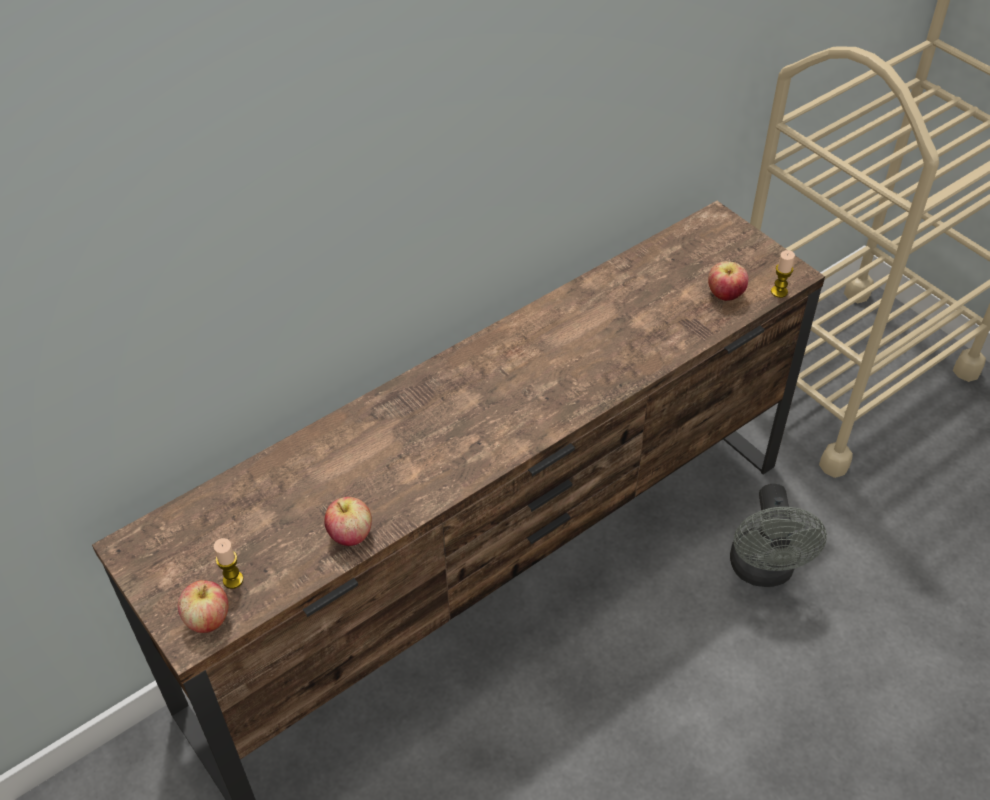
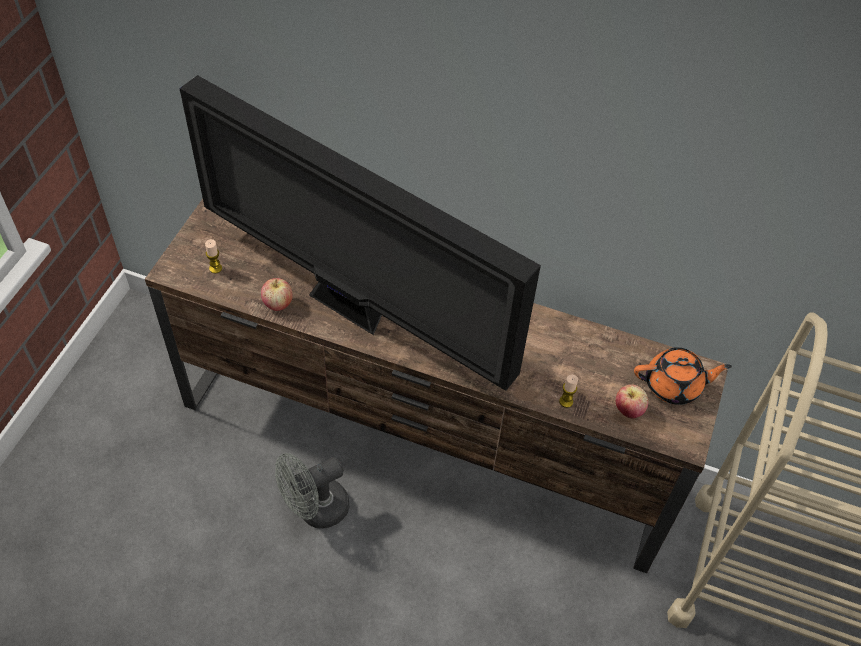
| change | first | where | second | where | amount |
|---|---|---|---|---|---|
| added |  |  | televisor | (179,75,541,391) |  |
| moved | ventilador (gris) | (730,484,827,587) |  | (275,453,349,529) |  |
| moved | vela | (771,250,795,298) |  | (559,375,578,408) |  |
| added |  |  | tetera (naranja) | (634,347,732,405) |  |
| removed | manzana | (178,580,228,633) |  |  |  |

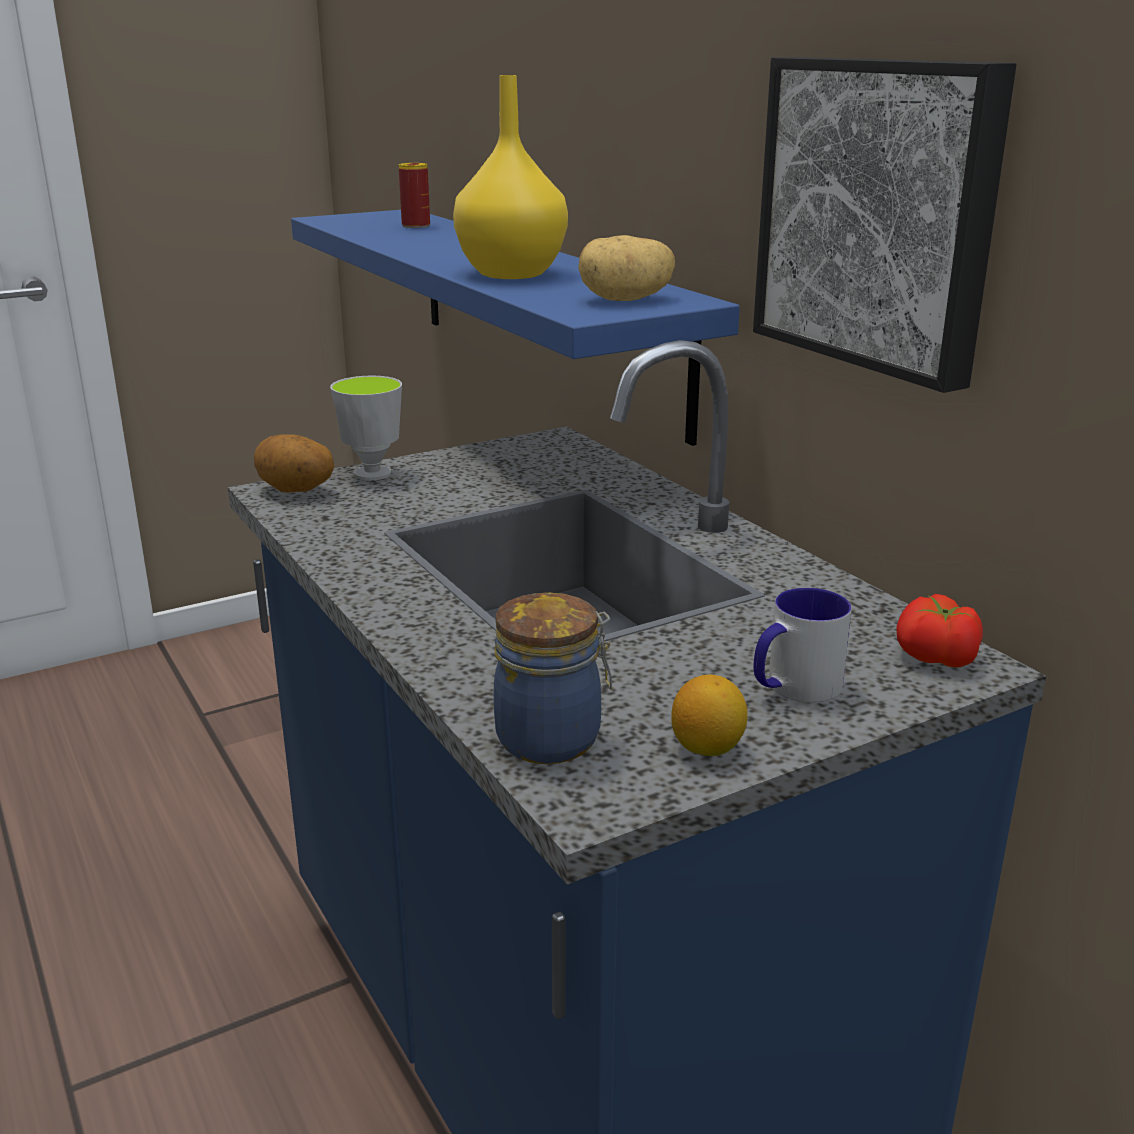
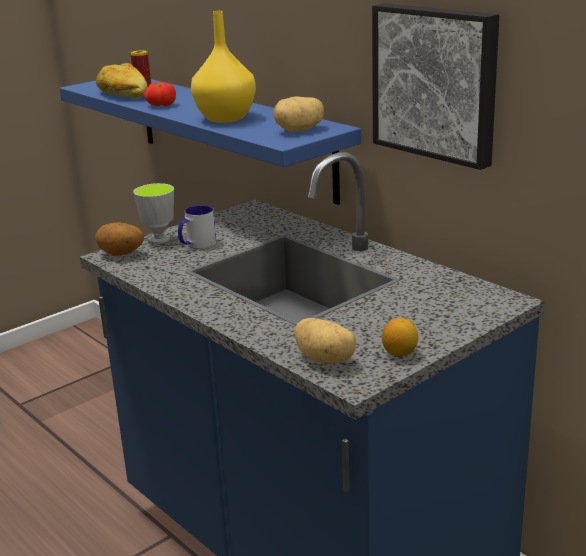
| change | first | where | second | where | amount |
|---|---|---|---|---|---|
| added |  |  | pan | (96,63,148,99) |  |
| moved | tomate | (896,594,983,667) |  | (144,82,176,106) |  |
| moved | taza grande | (754,588,852,703) |  | (178,205,217,249) |  |
| replaced | tarro | (494,593,612,764) | patata | (295,318,356,364) |  |

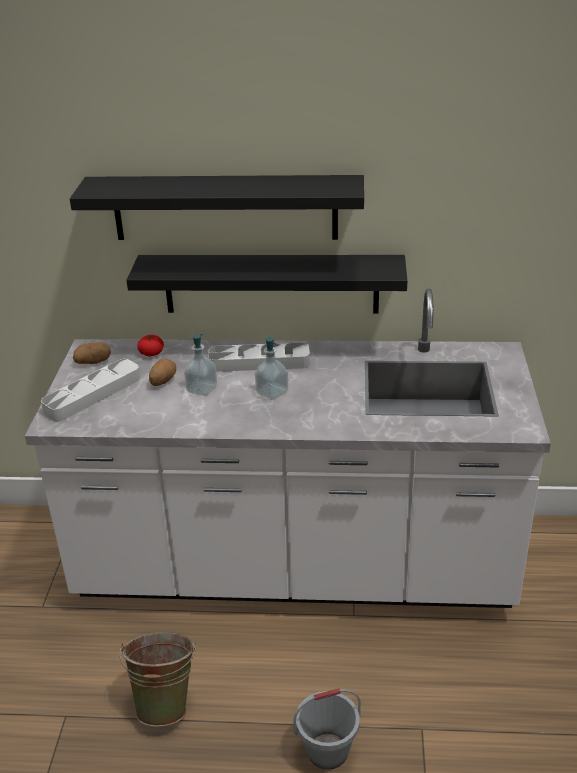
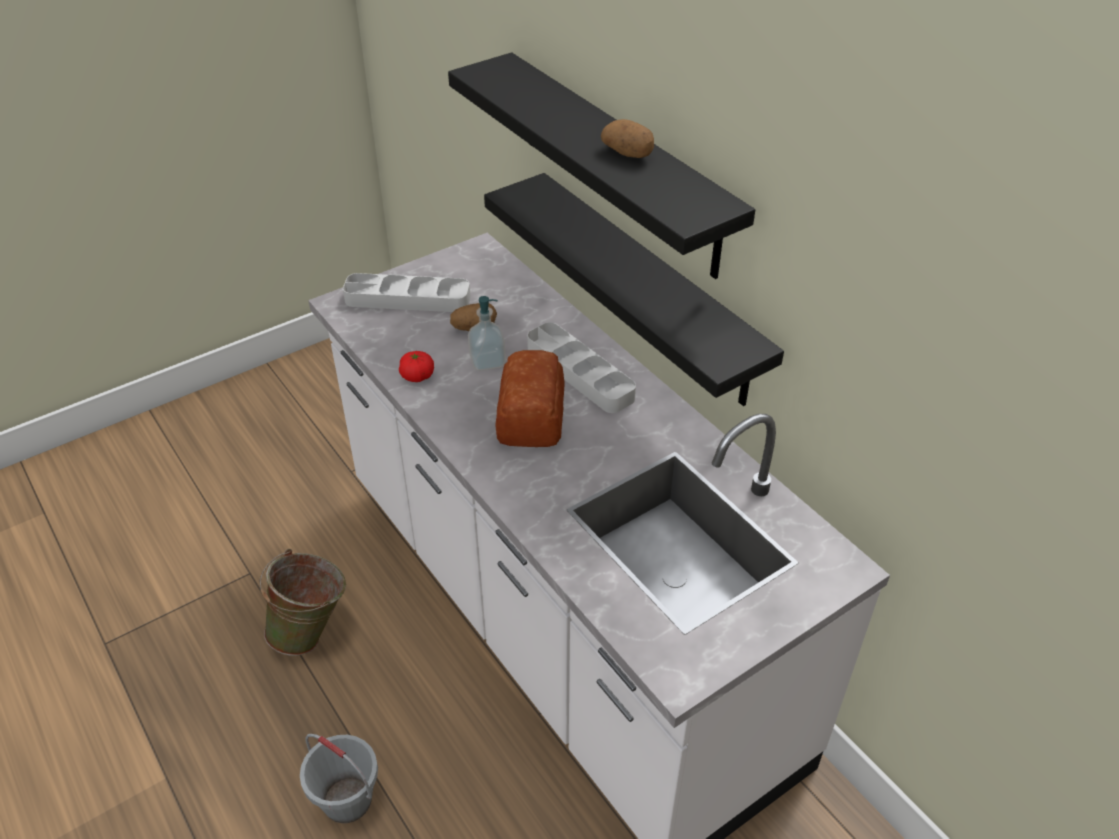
| change | first | where | second | where | amount |
|---|---|---|---|---|---|
| moved | tomate | (137,335,164,357) |  | (399,351,434,382) |  |
| replaced | dispensador de jabón | (255,337,288,400) | pan | (495,350,564,447) |  |
| moved | patata | (73,342,111,364) |  | (601,119,654,158) |  |

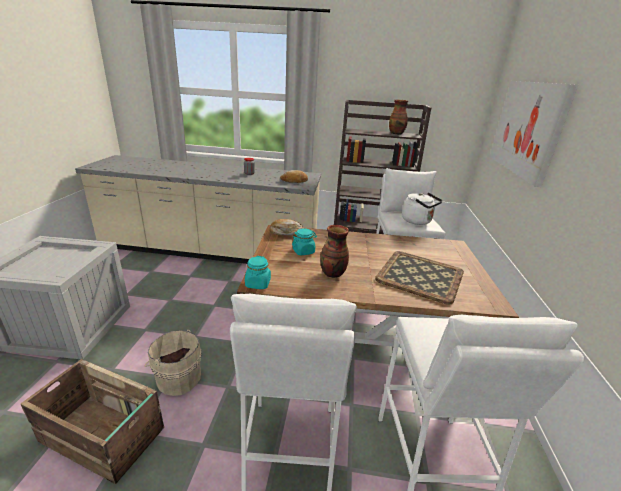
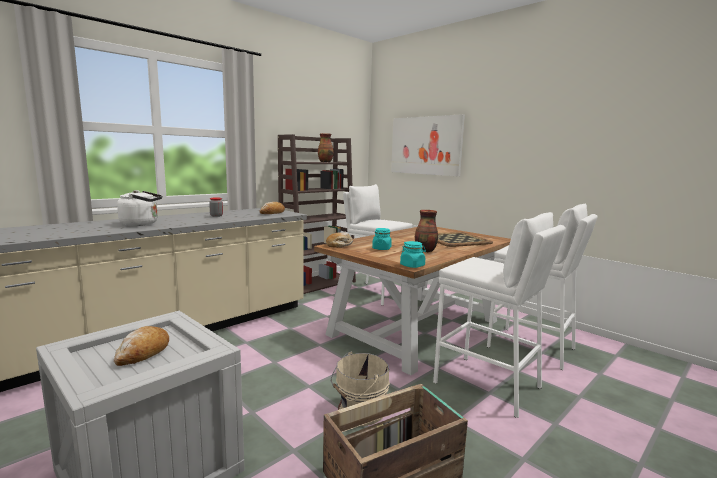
| change | first | where | second | where | amount |
|---|---|---|---|---|---|
| added |  |  | pan | (114,326,169,366) |  |
| moved | hervidor (blanco) | (402,193,443,225) |  | (117,190,162,226) |  |

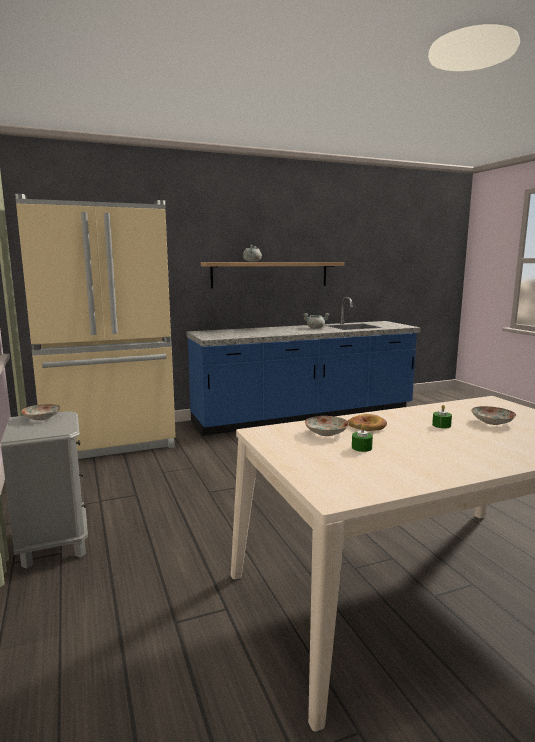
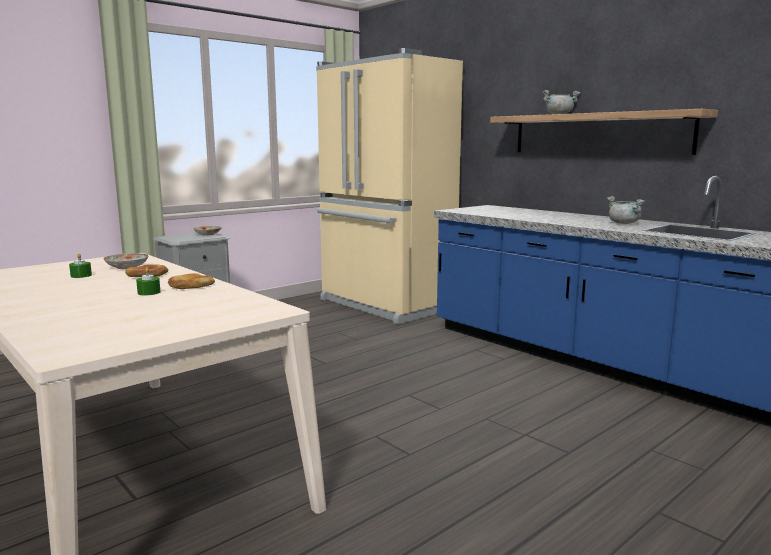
| change | first | where | second | where | amount |
|---|---|---|---|---|---|
| added |  |  | pan | (168,273,215,289) |  |
| removed | plato | (471,406,516,425) |  |  |  |

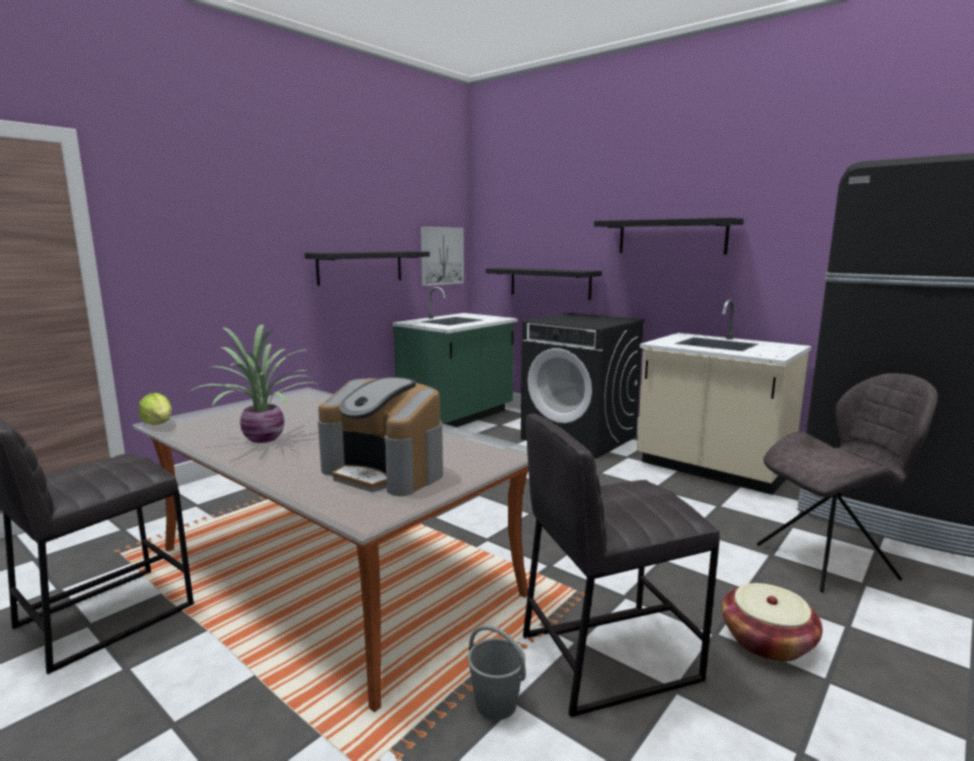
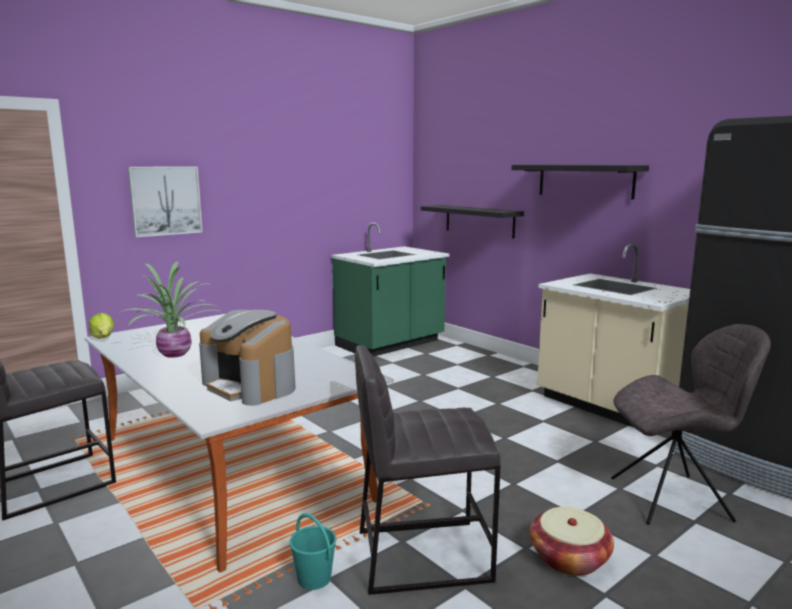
| change | first | where | second | where | amount |
|---|---|---|---|---|---|
| moved | cuadro | (421,227,464,286) |  | (128,166,203,237) |  |
| recoloured | cubo (gris) | (468,625,526,720) | cubo (turquesa) | (289,513,336,590) |  |
| removed | estante (negro) | (305,251,430,286) |  |  |  |
| removed | lavadora (negro) | (521,313,645,459) |  |  |  |

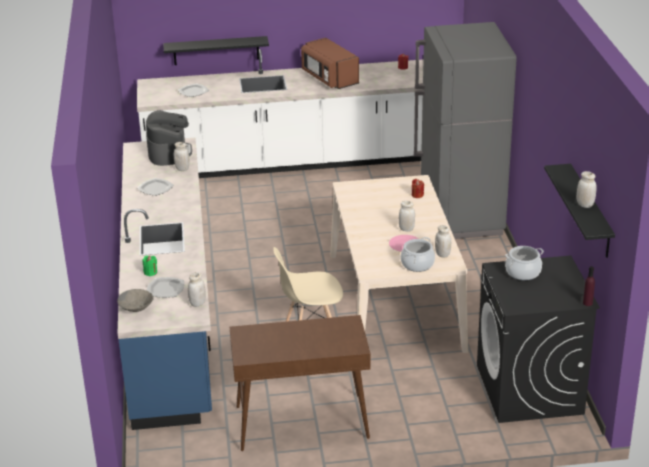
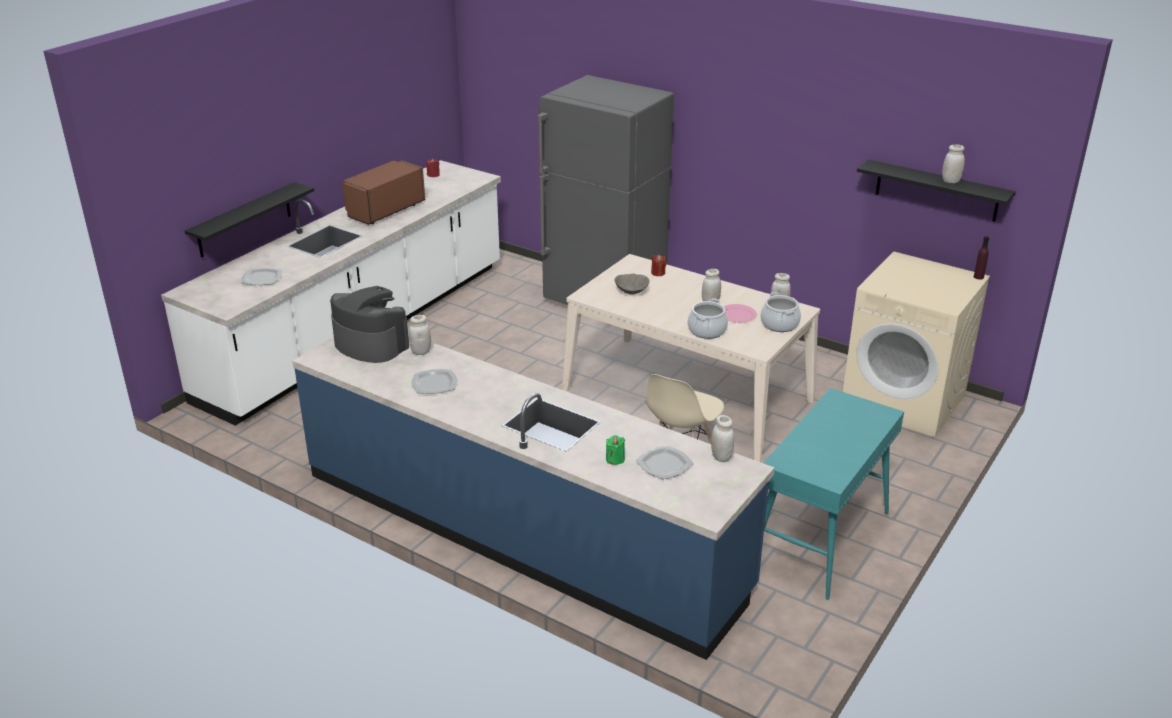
| change | first | where | second | where | amount |
|---|---|---|---|---|---|
| turned | microondas (marrón) | (301,38,359,89) |  | (342,161,425,225) | 120 degrees clockwise |
| moved | cuenco (gris) | (117,289,154,312) |  | (615,274,650,294) |  |
| moved | olla | (505,246,544,280) |  | (688,299,728,339) |  |
| recoloured | mesa consola (marrón) | (230,315,371,451) | mesa consola (turquesa) | (763,388,904,600) |  |
| recoloured | lavadora (negro) | (477,255,600,423) | lavadora (beis) | (843,252,990,437) |  |

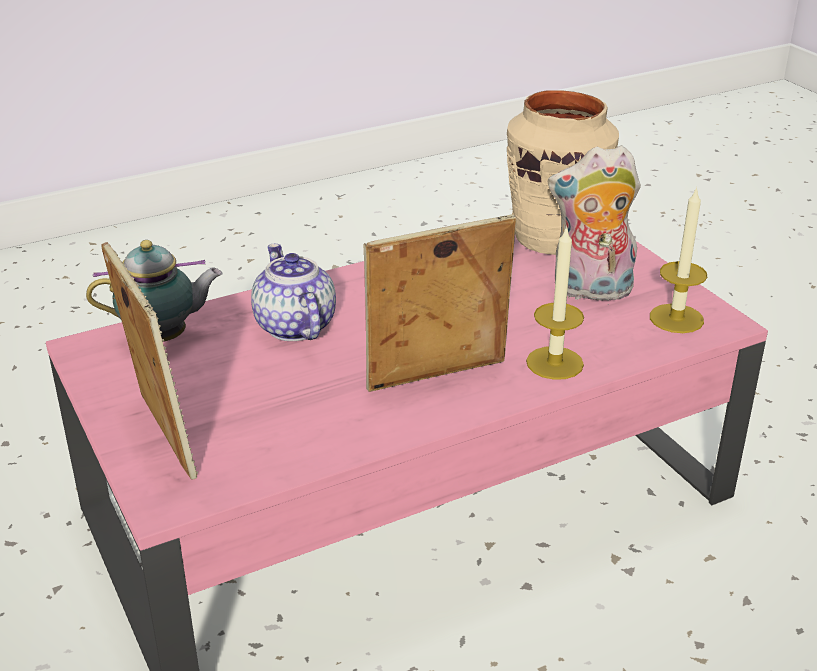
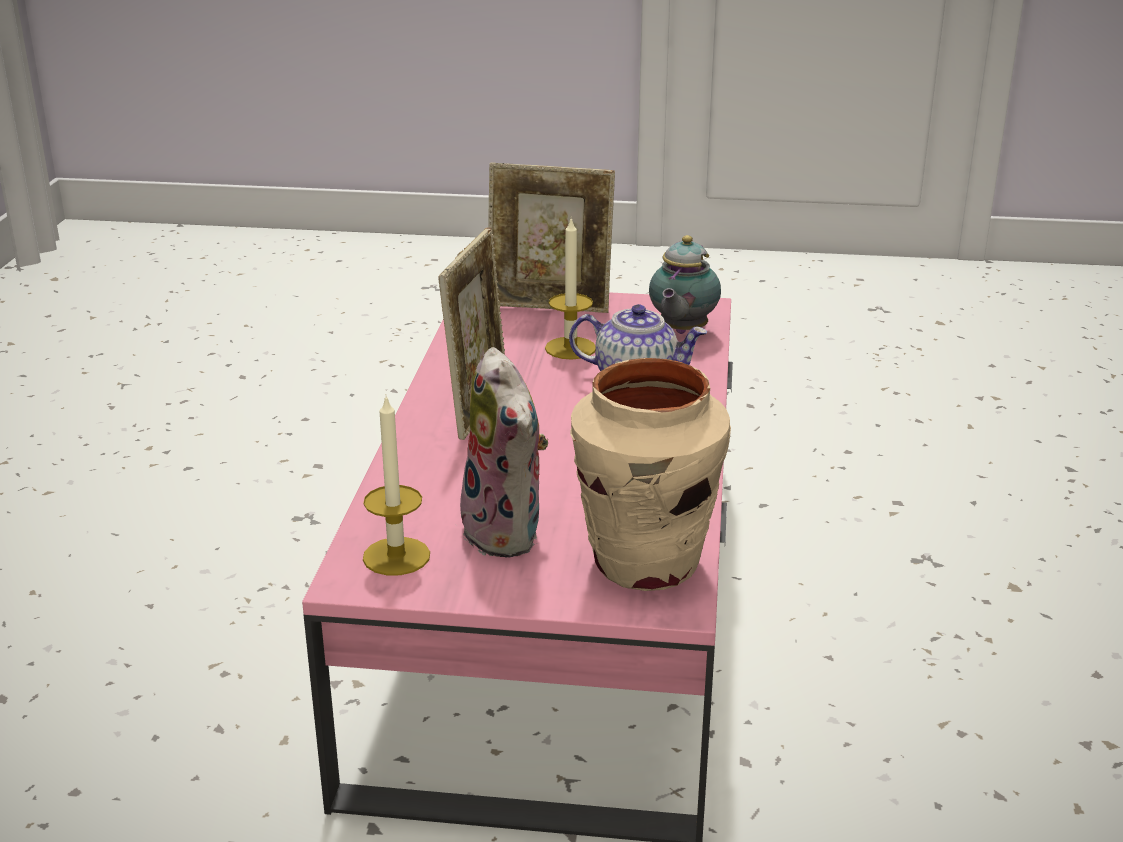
| change | first | where | second | where | amount |
|---|---|---|---|---|---|
| turned | peluche | (548,145,641,305) |  | (460,347,548,558) | 120 degrees clockwise |
| moved | vela | (526,226,584,380) |  | (545,219,596,360) |  |

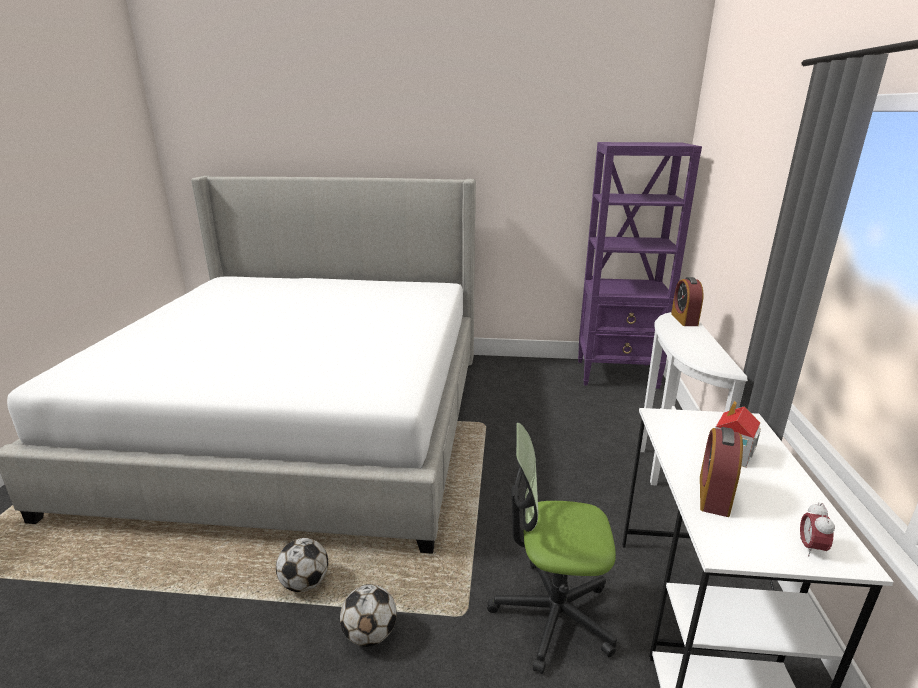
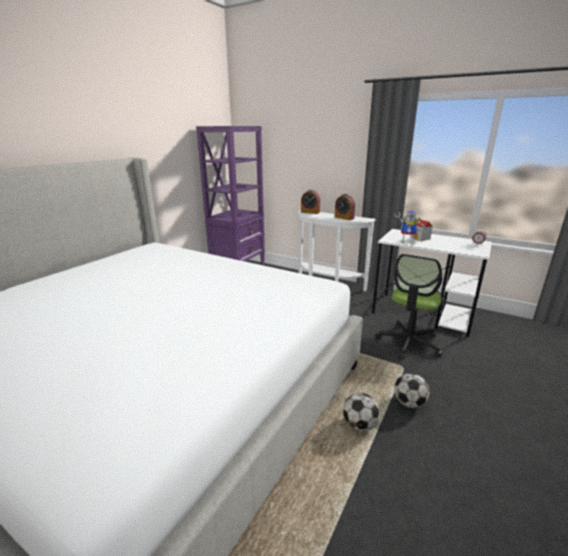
| change | first | where | second | where | amount |
|---|---|---|---|---|---|
| moved | despertador | (700,427,743,517) |  | (335,194,355,220) |  |
| added |  |  | robot de juguete | (395,210,429,245) |  |

